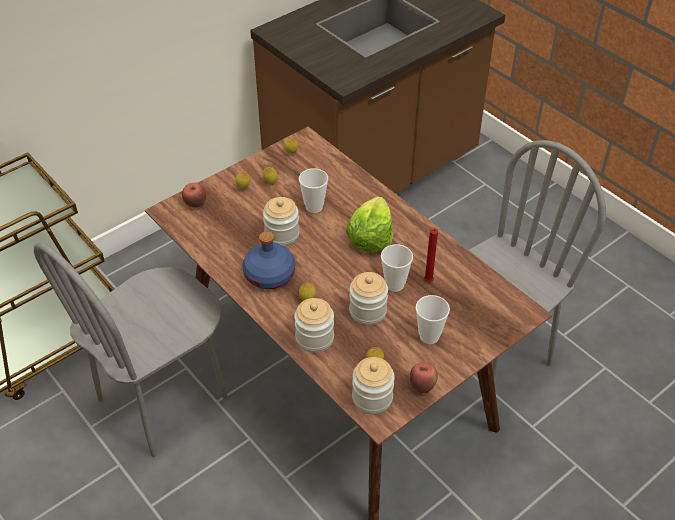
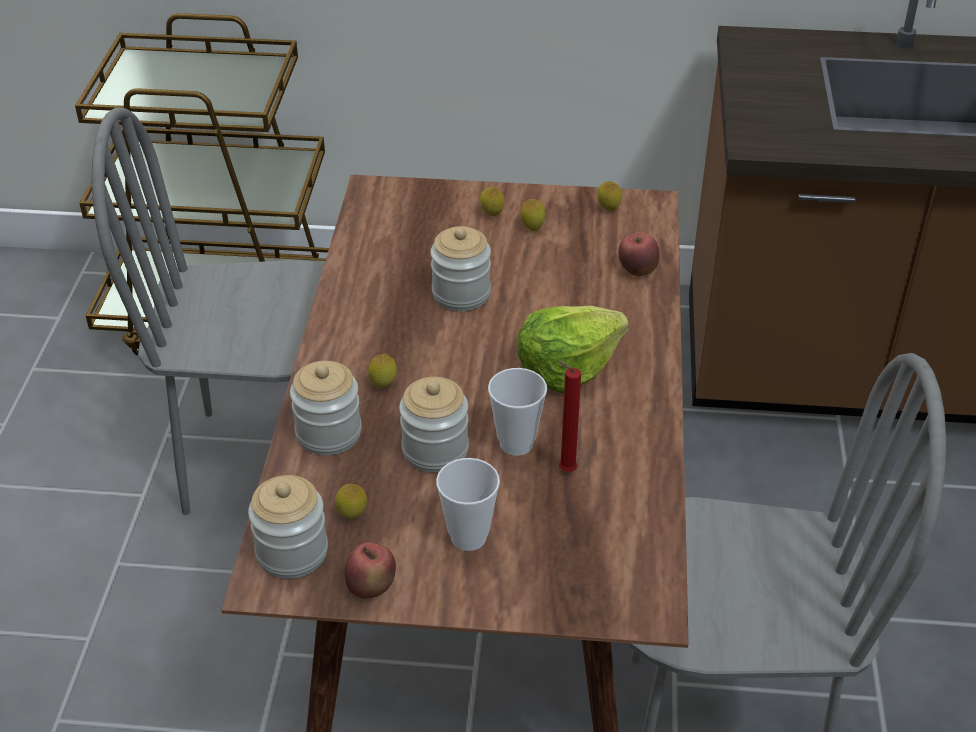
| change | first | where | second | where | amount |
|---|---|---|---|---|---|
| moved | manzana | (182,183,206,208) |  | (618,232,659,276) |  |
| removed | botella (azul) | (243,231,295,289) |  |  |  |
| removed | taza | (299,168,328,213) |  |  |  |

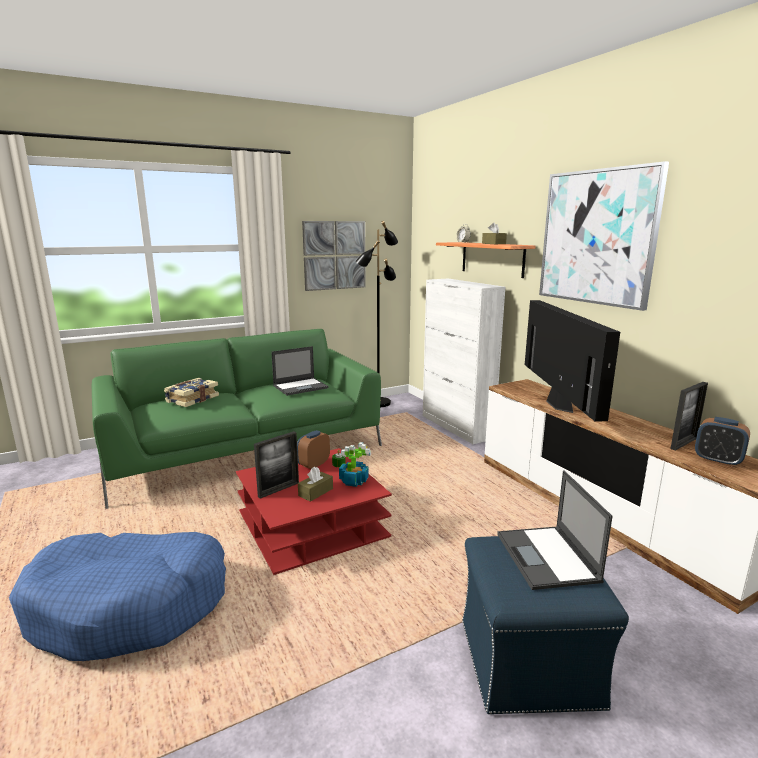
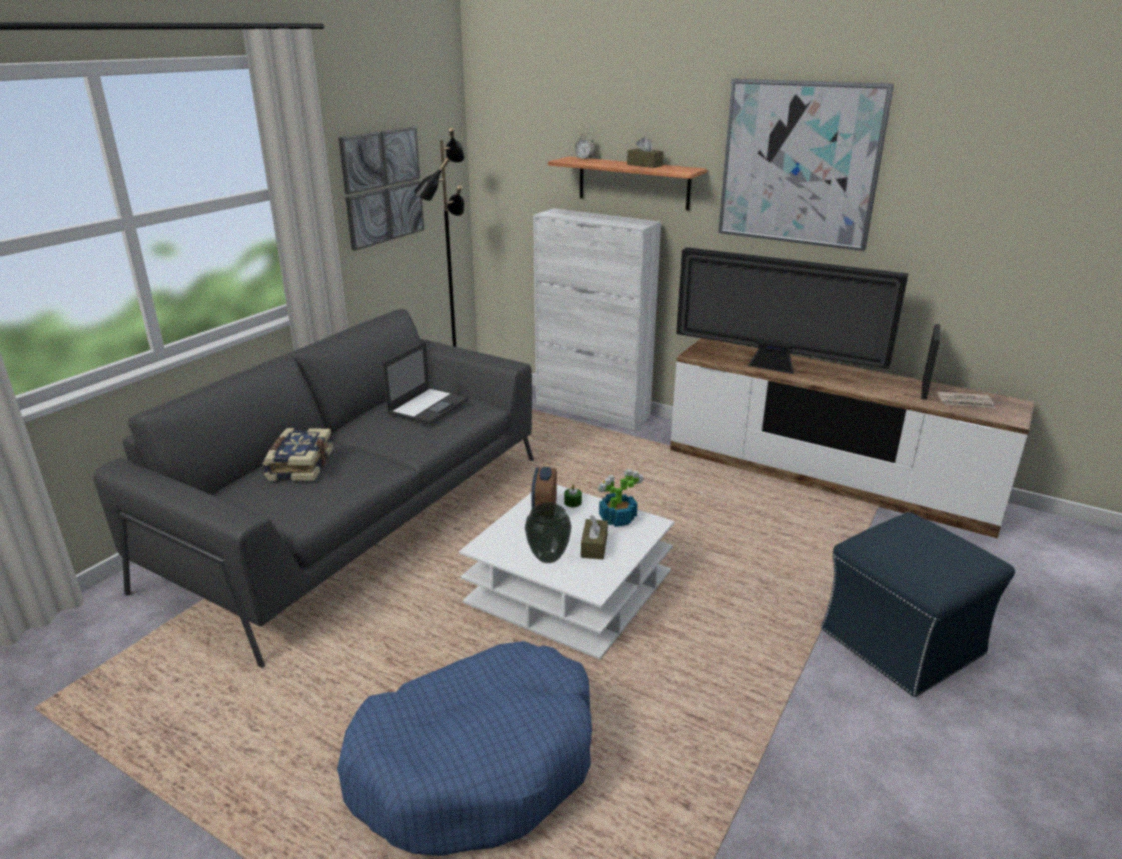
| change | first | where | second | where | amount |
|---|---|---|---|---|---|
| recoloured | sofá (verde) | (92,329,382,509) | sofá (gris) | (93,309,534,667) |  |
| recoloured | mesa de centro (rojo) | (236,448,392,575) | mesa de centro (blanco) | (459,485,675,660) |  |
| replaced | portarretratos | (254,431,299,499) | florero | (525,503,571,563) |  |
| turned | televisor | (525,300,620,422) |  | (676,247,909,374) | 150 degrees clockwise |
| replaced | despertador | (695,417,750,467) | periódico | (937,392,995,409) |  |
| removed | portátil | (498,470,613,590) |  |  |  |

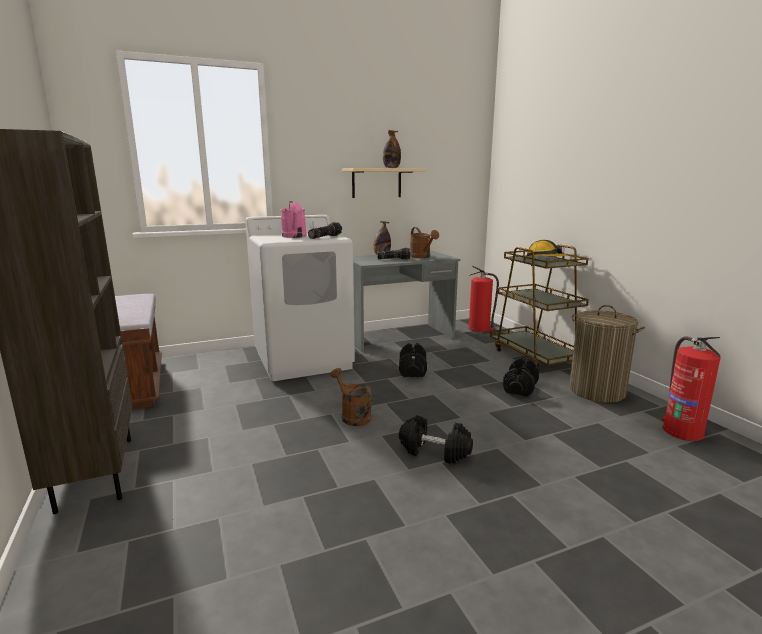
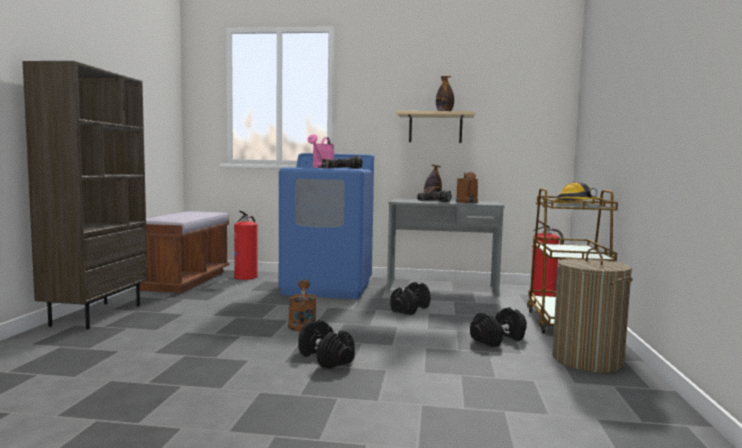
| change | first | where | second | where | amount |
|---|---|---|---|---|---|
| moved | extintor | (662,336,720,441) |  | (234,211,258,280) |  |
| recoloured | lavadora (blanco) | (245,215,355,381) | lavadora (azul) | (279,153,374,299) |  |

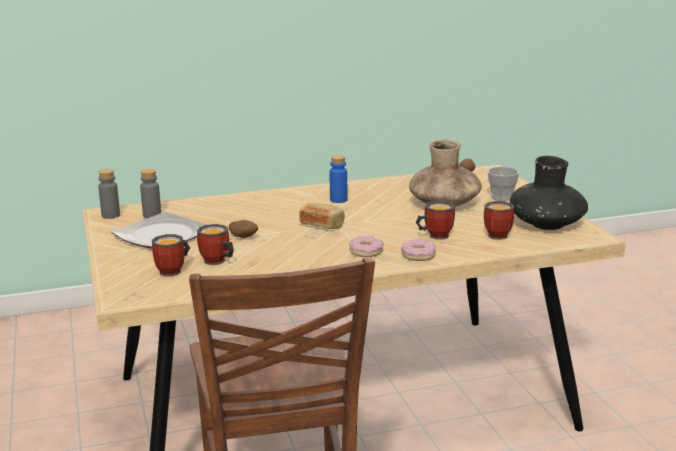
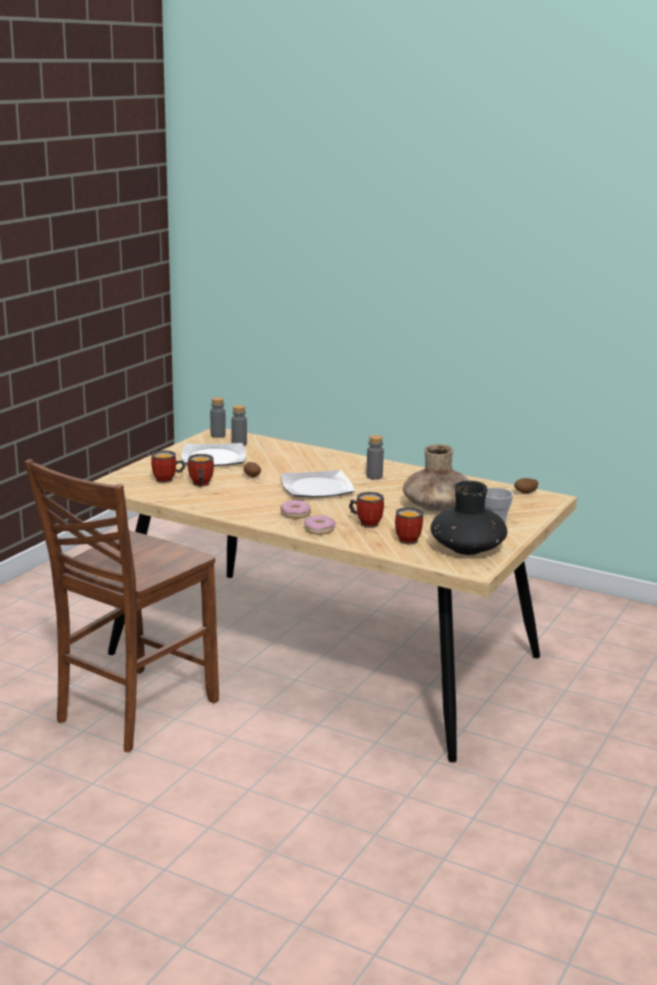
| change | first | where | second | where | amount |
|---|---|---|---|---|---|
| replaced | pan | (299,203,345,229) | plato | (281,470,355,497) |  |
| recoloured | botella (azul) | (330,155,348,203) | botella (gris) | (366,435,384,479) |  |

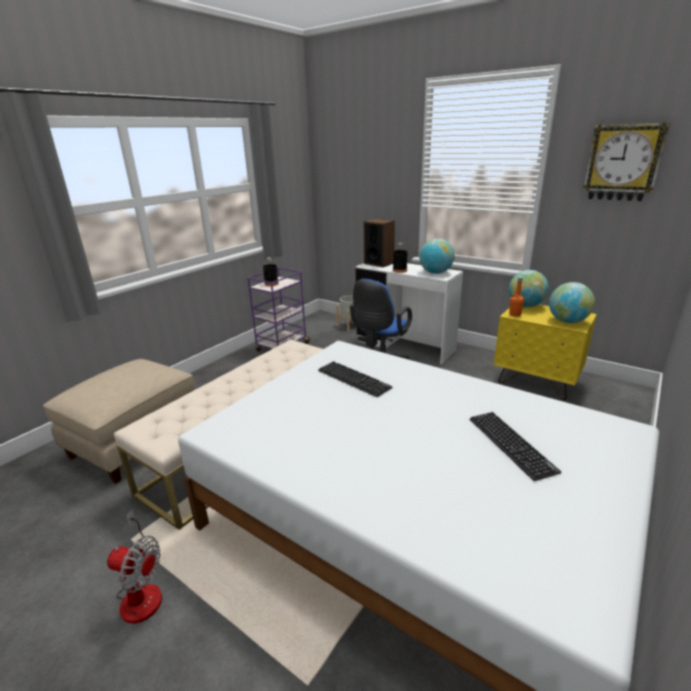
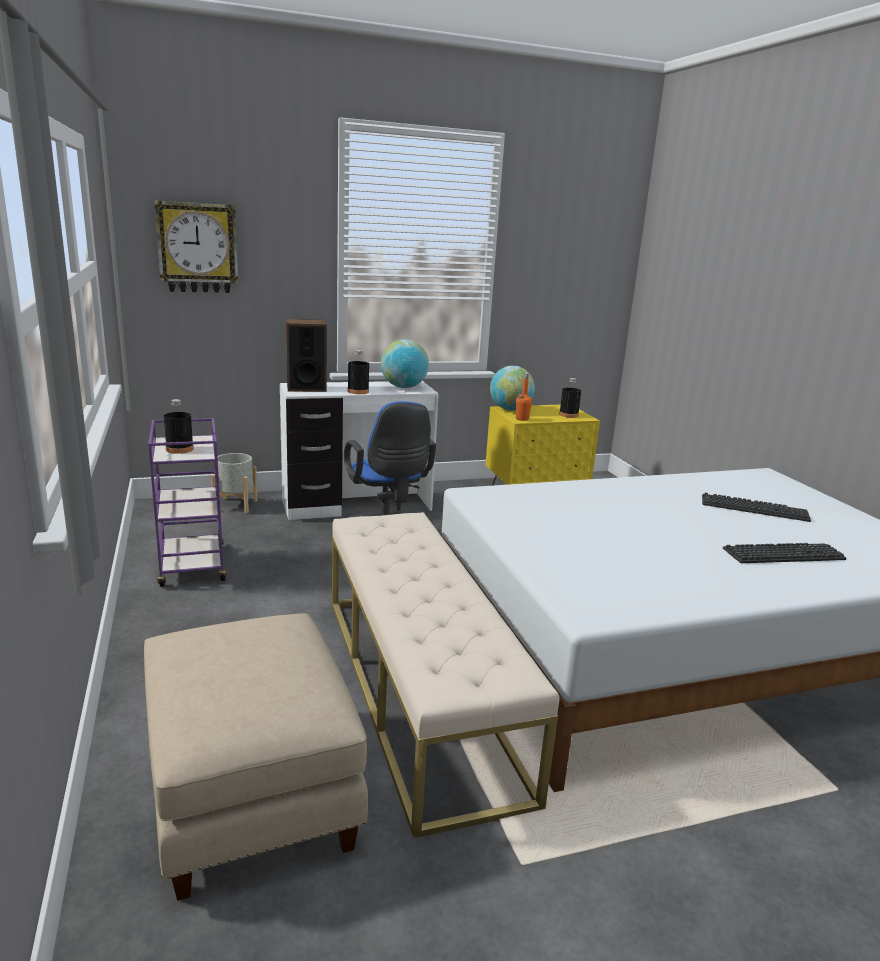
| change | first | where | second | where | amount |
|---|---|---|---|---|---|
| moved | reloj de pared | (583,123,670,201) |  | (155,201,238,293) |  |
| replaced | globo terráqueo | (549,282,595,323) | botella (negro) | (559,378,581,418) |  |
| moved | teclado | (318,361,393,397) |  | (723,543,846,563) |  |
| removed | ventilador | (107,510,162,624) |  |  |  |

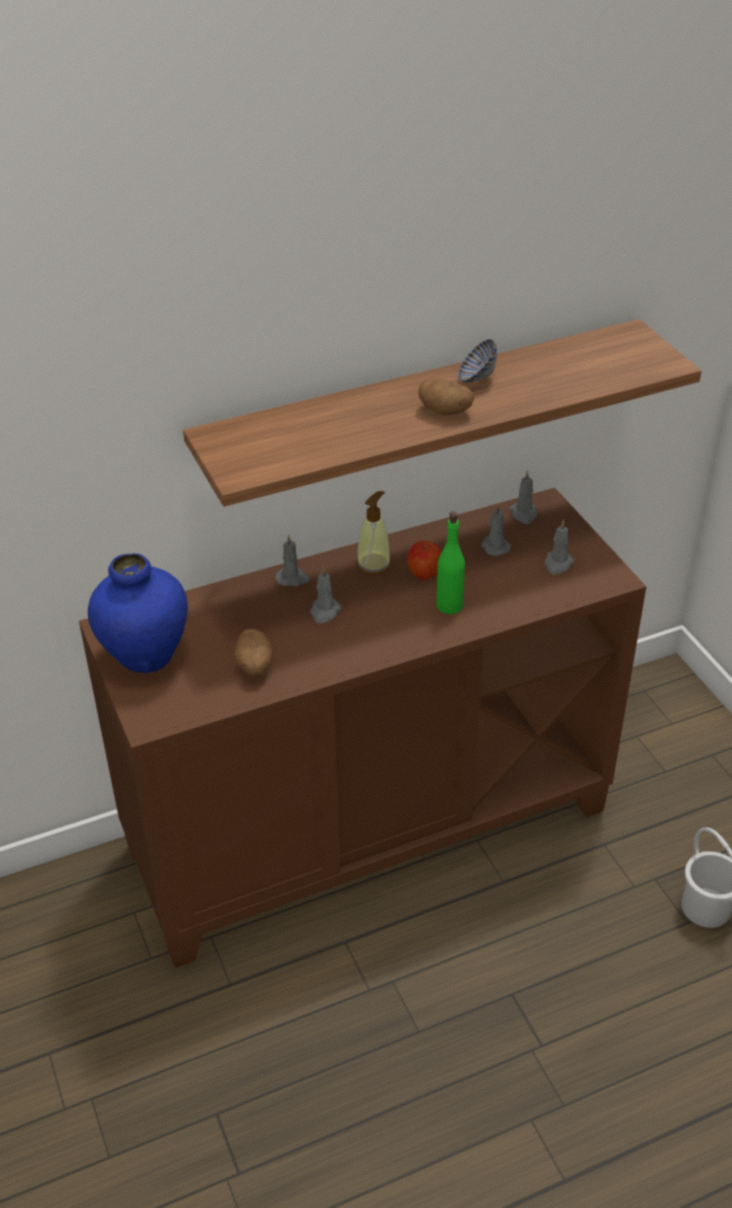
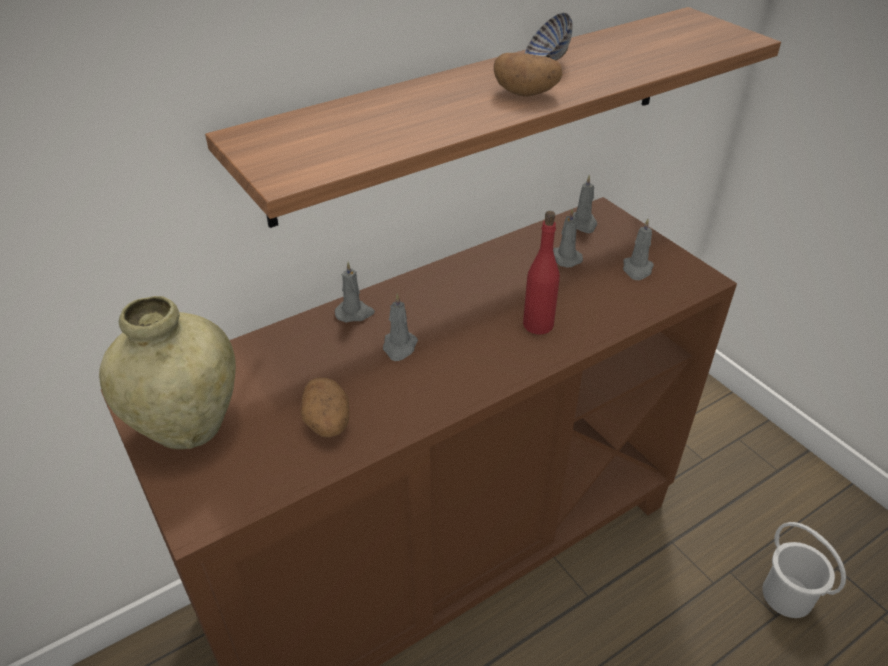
| change | first | where | second | where | amount |
|---|---|---|---|---|---|
| recoloured | florero (azul) | (88,553,188,673) | florero (beis) | (99,296,236,449) |  |
| recoloured | botella (verde) | (436,511,465,614) | botella (rojo) | (523,211,560,335) |  |
| removed | dispensador de jabón | (356,491,391,575) |  |  |  |
| removed | manzana | (407,541,442,580) |  |  |  |

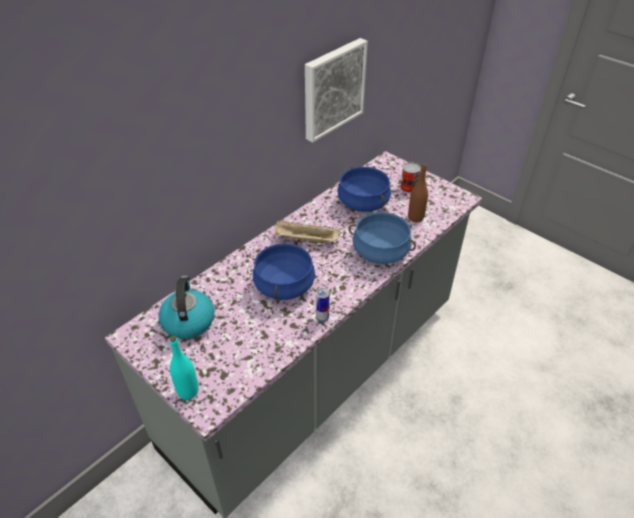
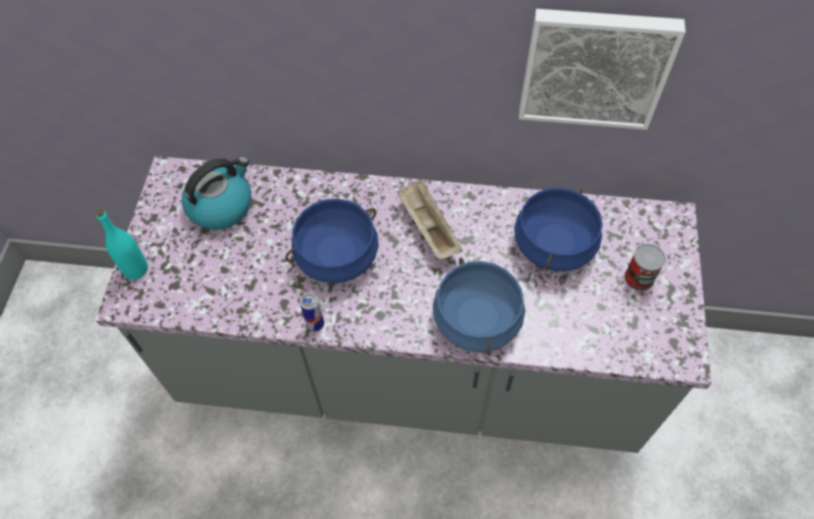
| change | first | where | second | where | amount |
|---|---|---|---|---|---|
| removed | botella (marrón) | (408,163,428,222) |  |  |  |

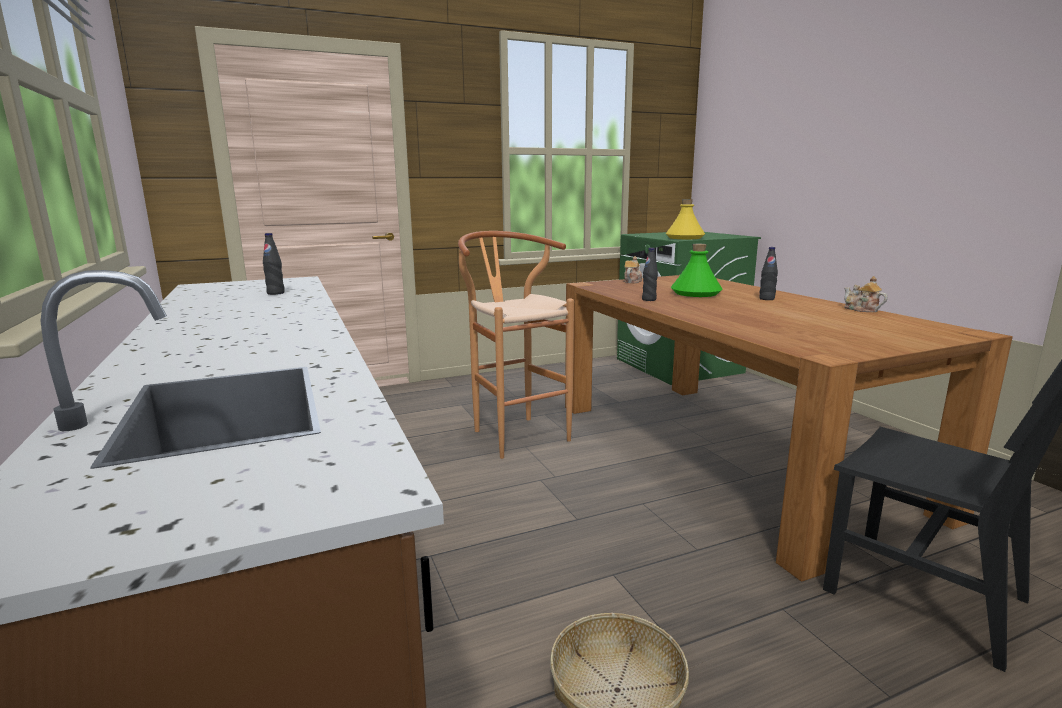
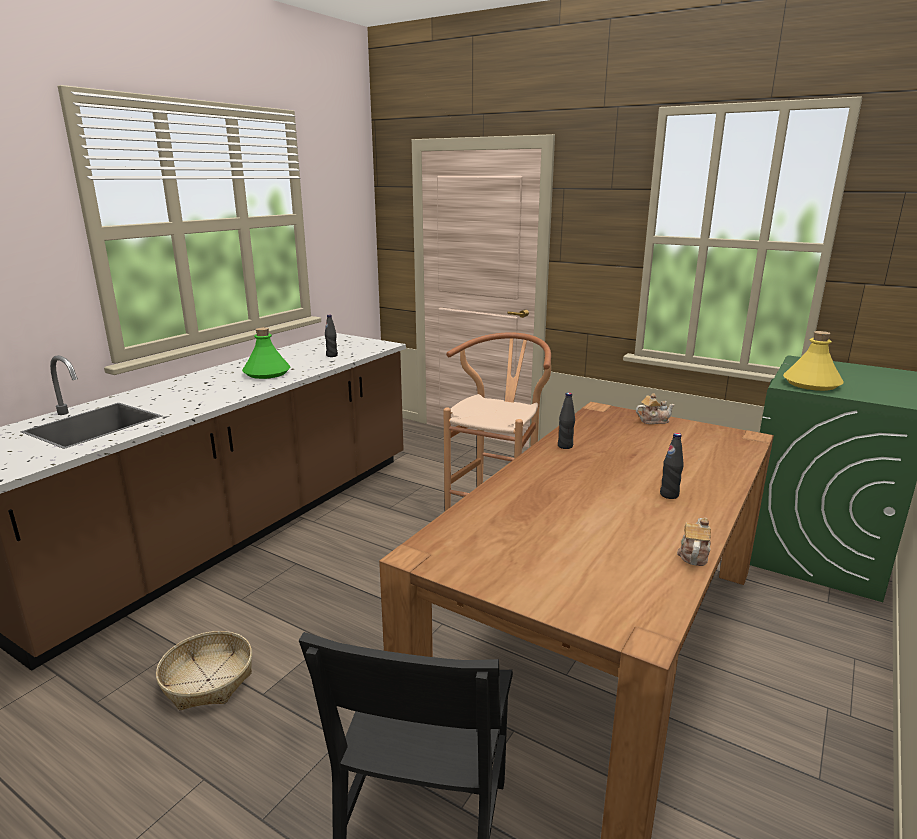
| change | first | where | second | where | amount |
|---|---|---|---|---|---|
| moved | botella (verde) | (671,244,723,297) |  | (242,327,290,379) |  |

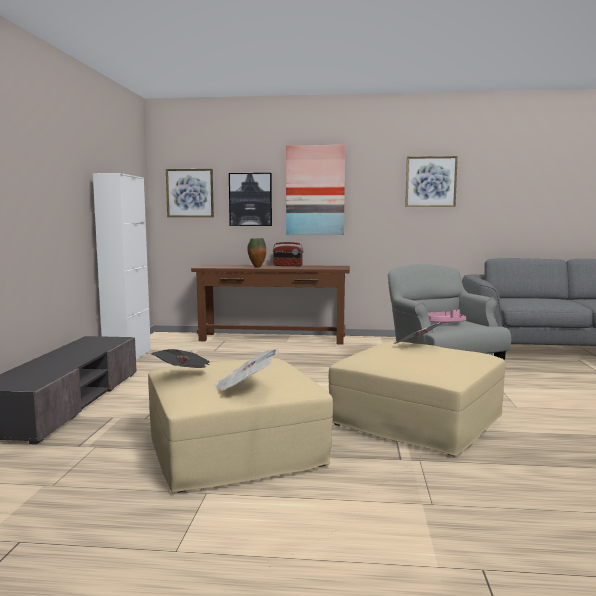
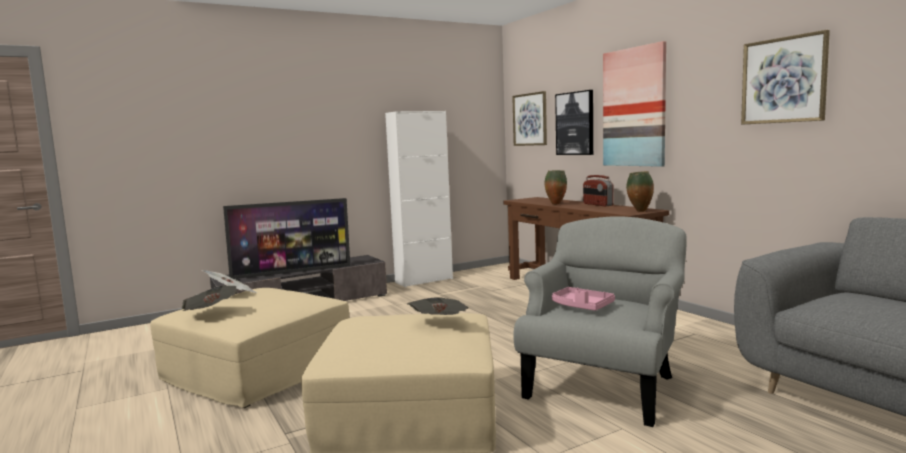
| change | first | where | second | where | amount |
|---|---|---|---|---|---|
| added |  |  | televisor | (223,198,350,279) |  |
| added |  |  | florero | (626,171,654,212) |  |

